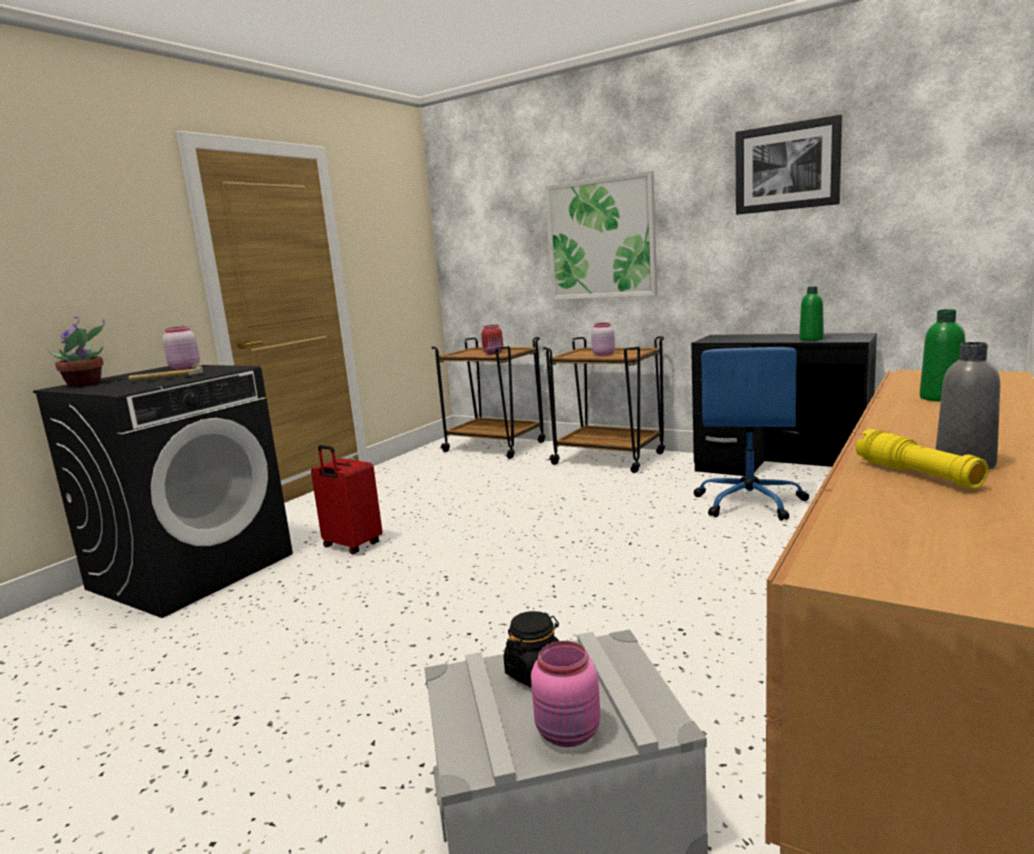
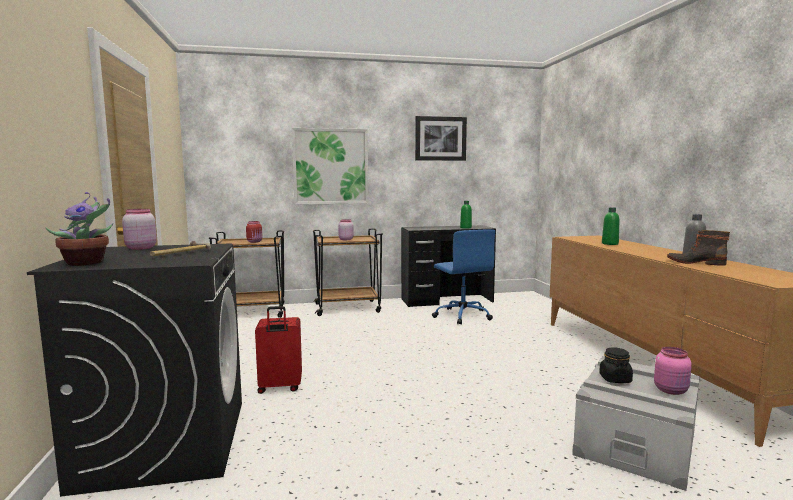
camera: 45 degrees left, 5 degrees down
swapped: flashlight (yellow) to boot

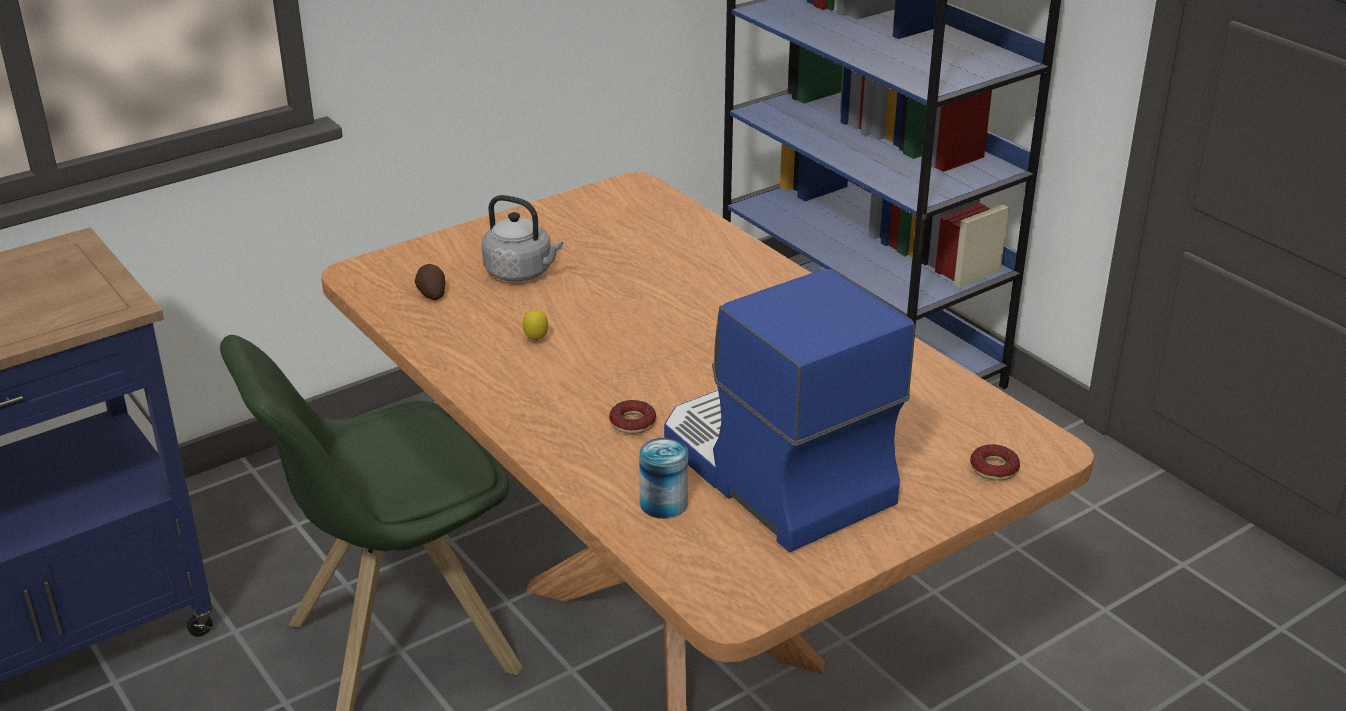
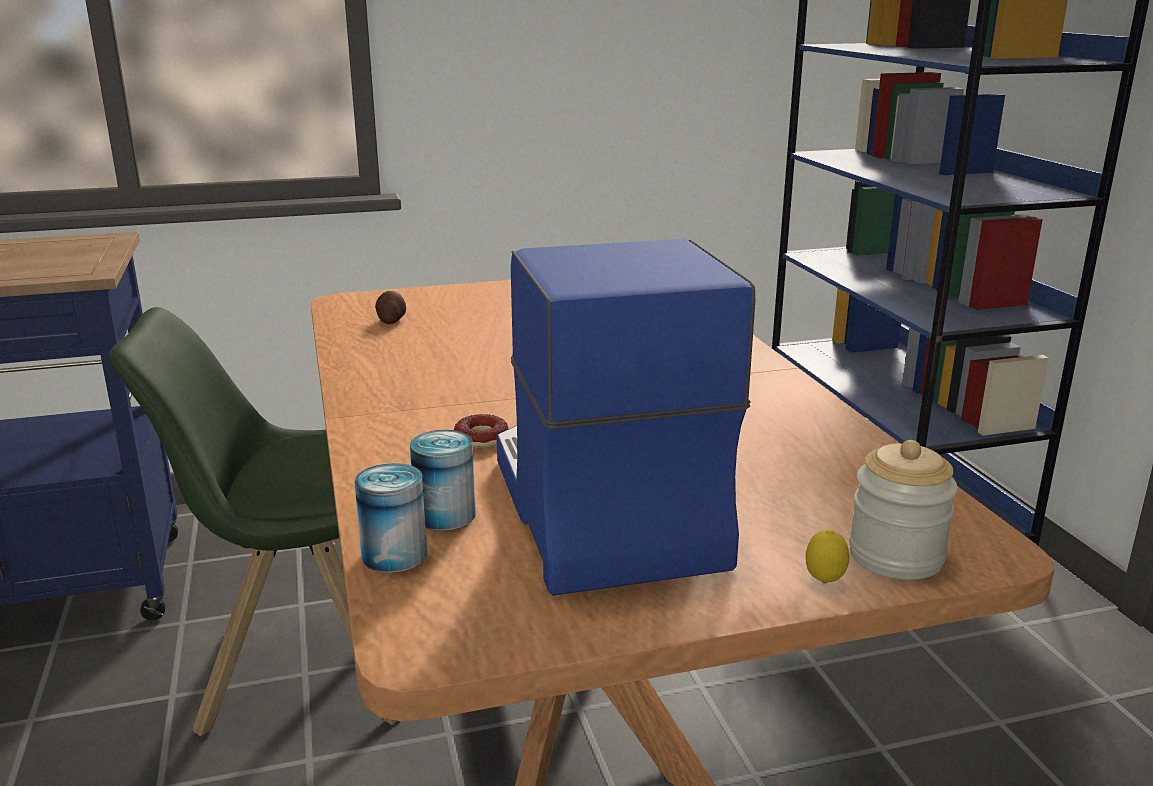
camera: 20 degrees right, 10 degrees down
gone: kettle (grey)
new: can (no. 1 from left)
shifted: lemon
swapped: donut (no. 2 from left) to jar

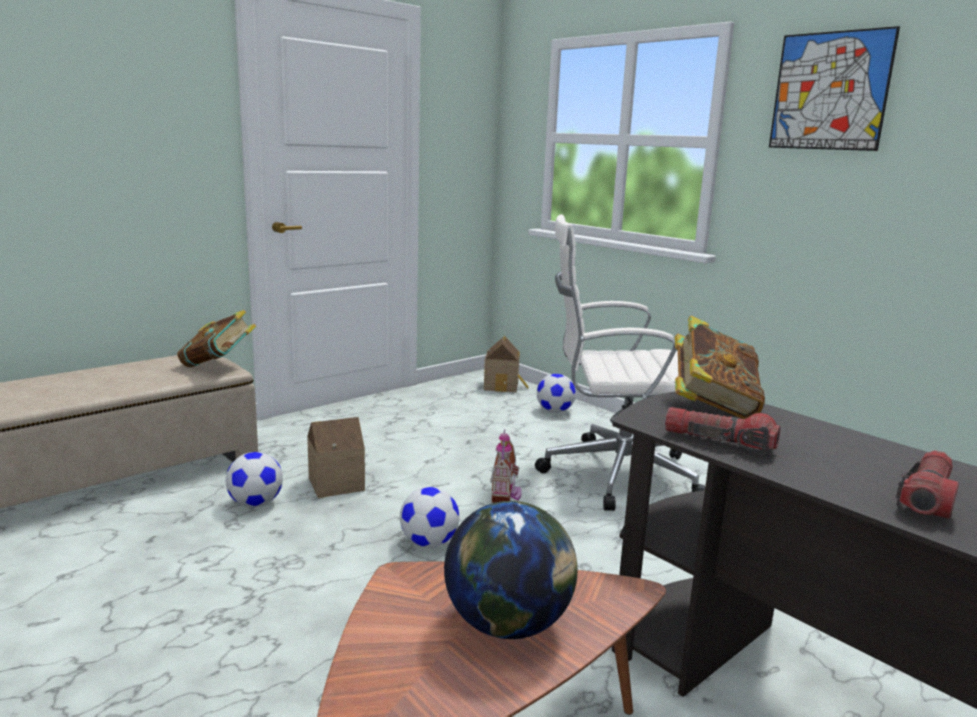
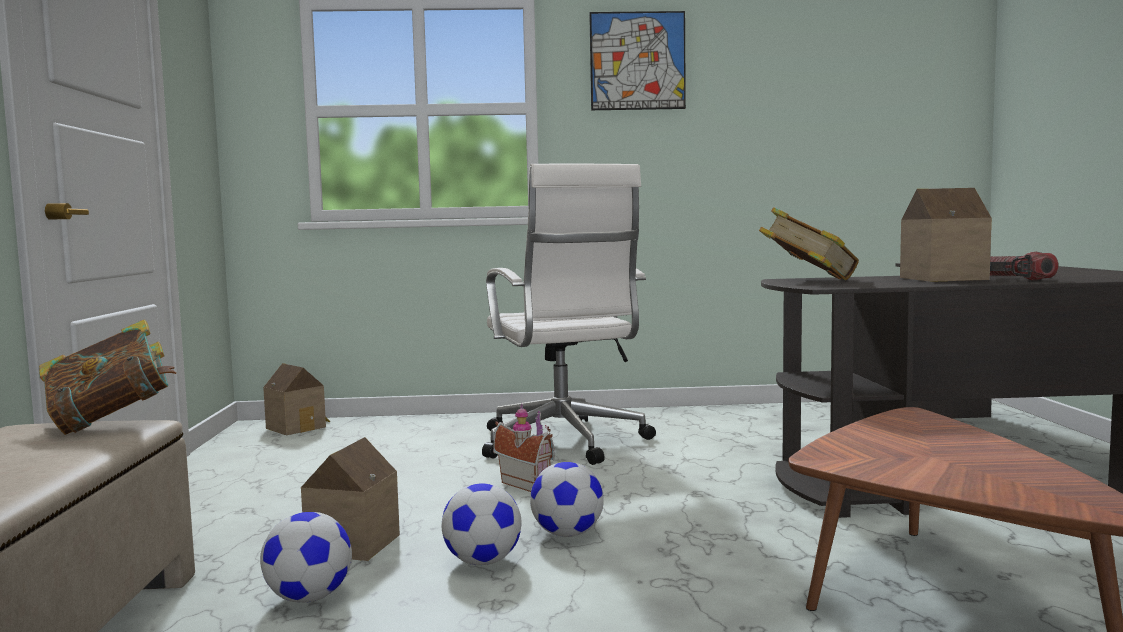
camera: 50 degrees left, 10 degrees down
gone: globe; flashlight (no. 1 from left)
new: toy house (no. 4 from left)
shifted: football (no. 3 from left in the first image) to football (no. 2 from left)
rotated: office chair (white) 60 degrees counterclockwise

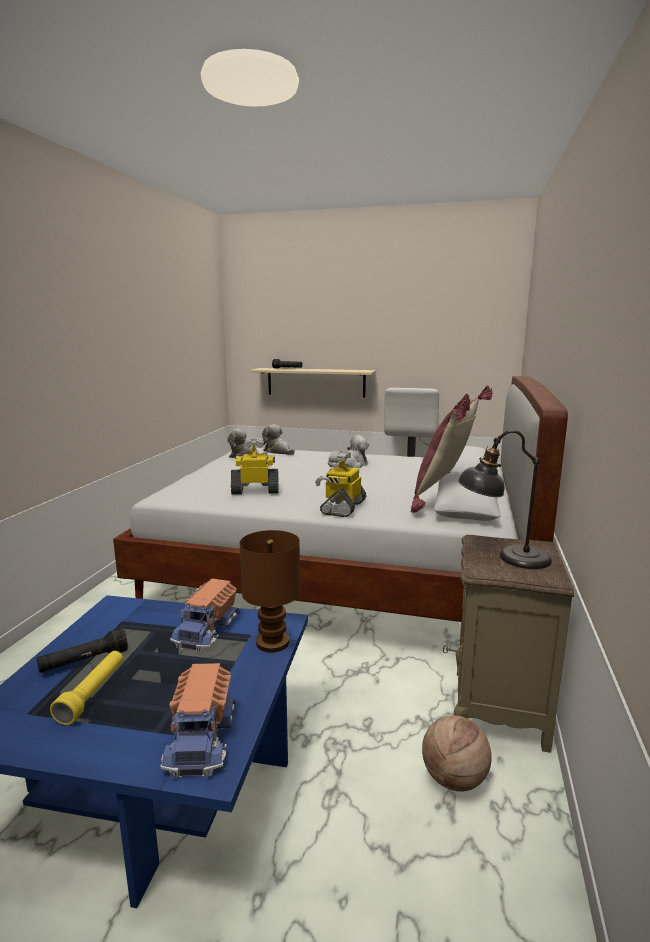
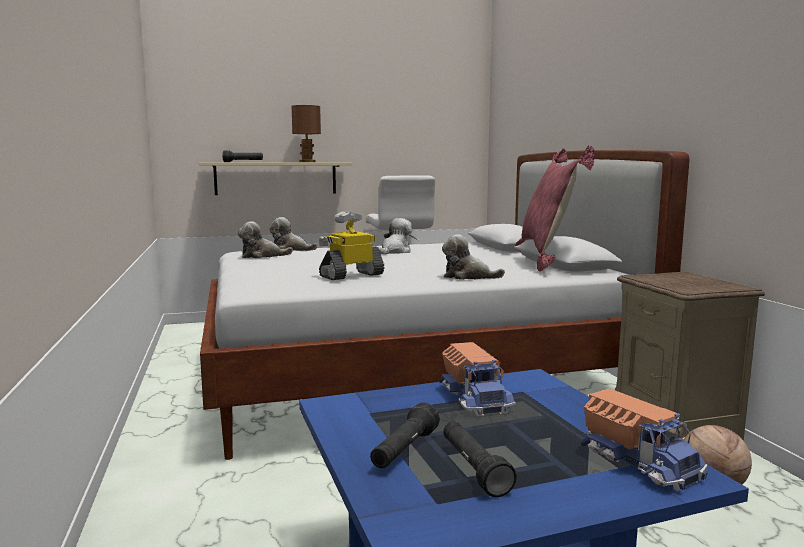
camera: 30 degrees left, 5 degrees down
gone: table lamp (grey)
shifted: table lamp (brown)
swapped: toy robot (no. 2 from left) to plush toy (no. 4 from left)
repainted: flashlight (yellow) to flashlight (black) (no. 3 from left)

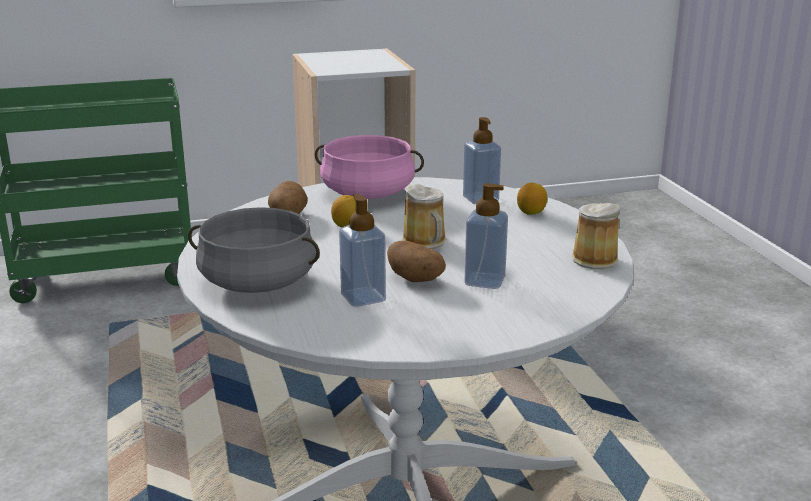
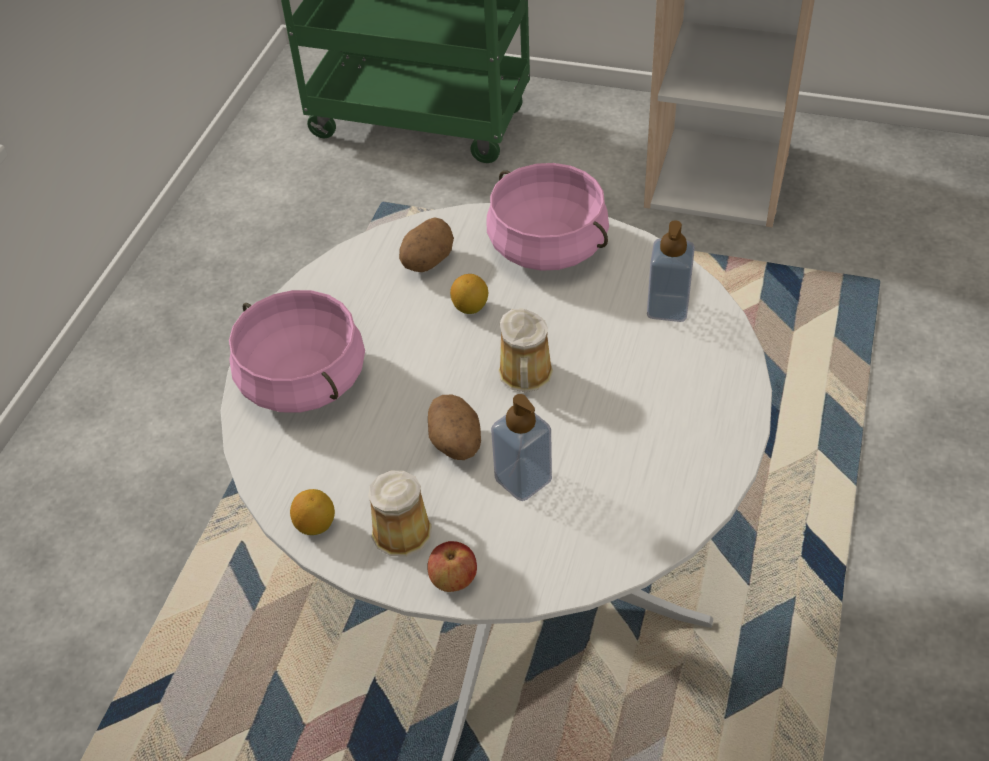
camera: 35 degrees right, 25 degrees up
gone: soap dispenser (no. 1 from left)
new: apple
shifted: lemon (no. 2 from left in the first image) to lemon (no. 1 from left); mug (no. 2 from left in the first image) to mug (no. 1 from left)
repainted: cooking pot (grey) to cooking pot (pink) (no. 1 from left)

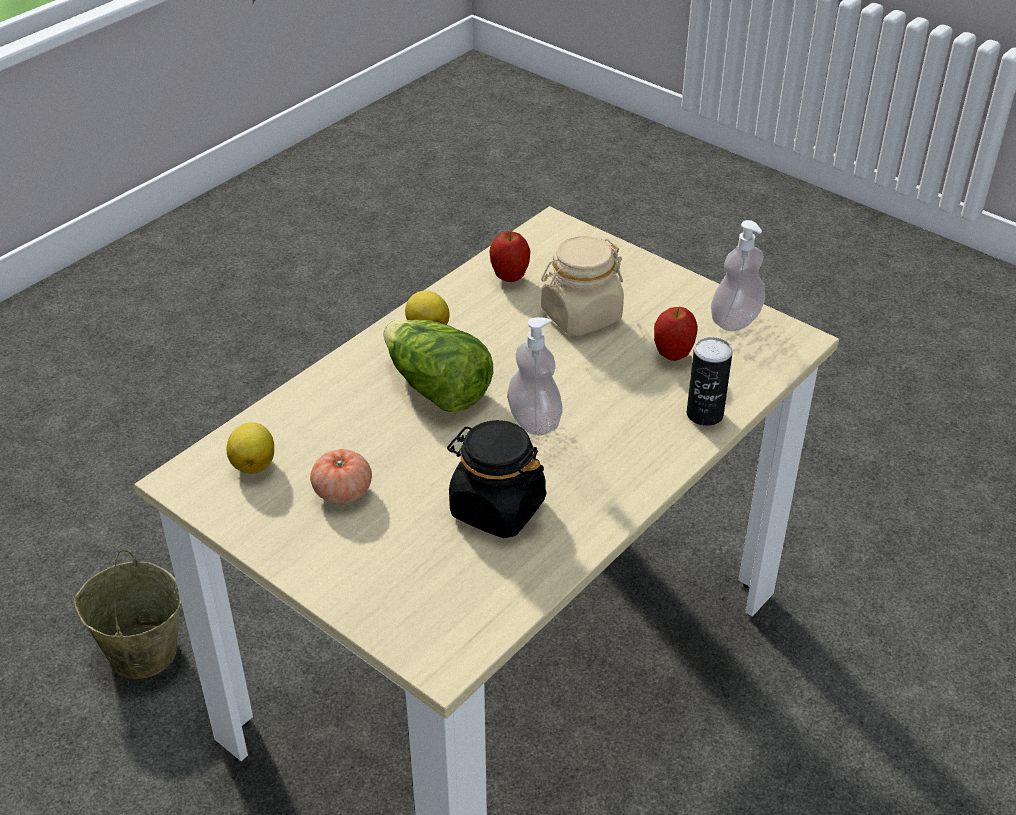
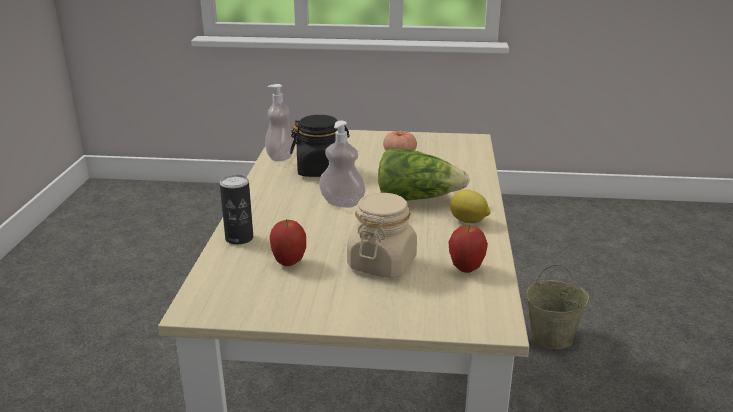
camera: 145 degrees right, 15 degrees down
gone: lemon (no. 1 from left)
shifted: soap dispenser (no. 2 from left in the first image) to soap dispenser (no. 1 from left)

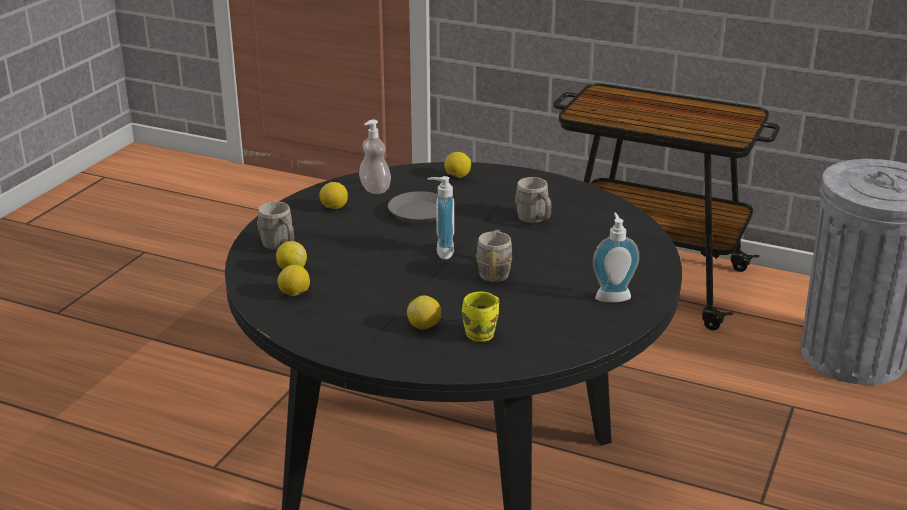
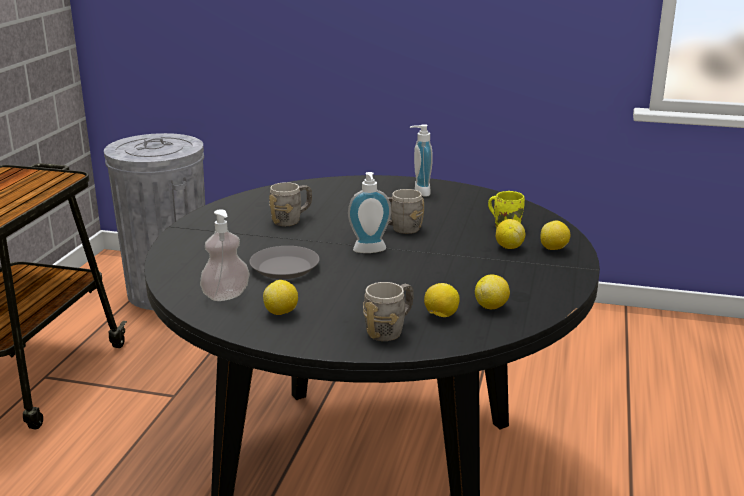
camera: 100 degrees left, 5 degrees down
shifted: lemon (no. 5 from left)

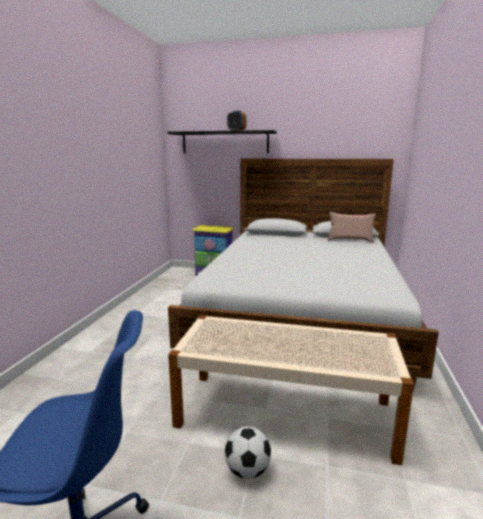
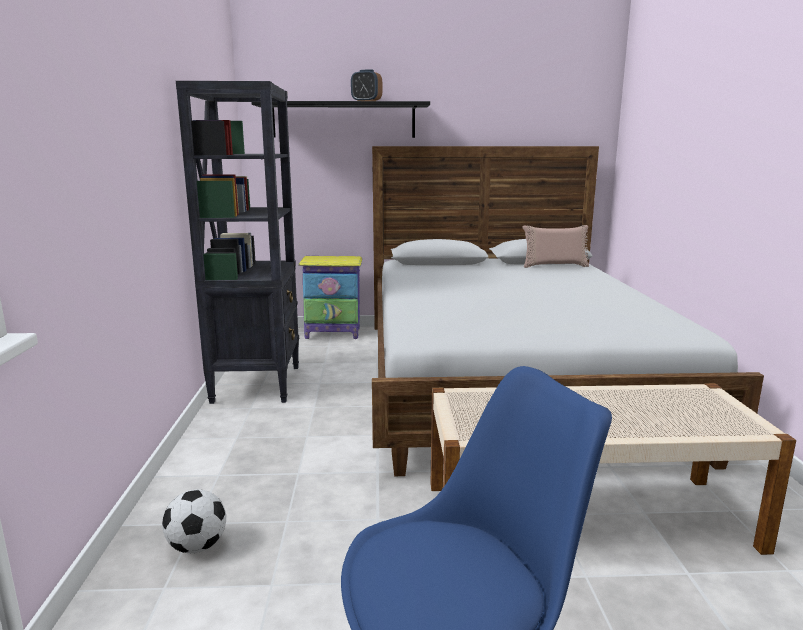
camera: 15 degrees left, 0 degrees up
new: bookcase (black)
shifted: football

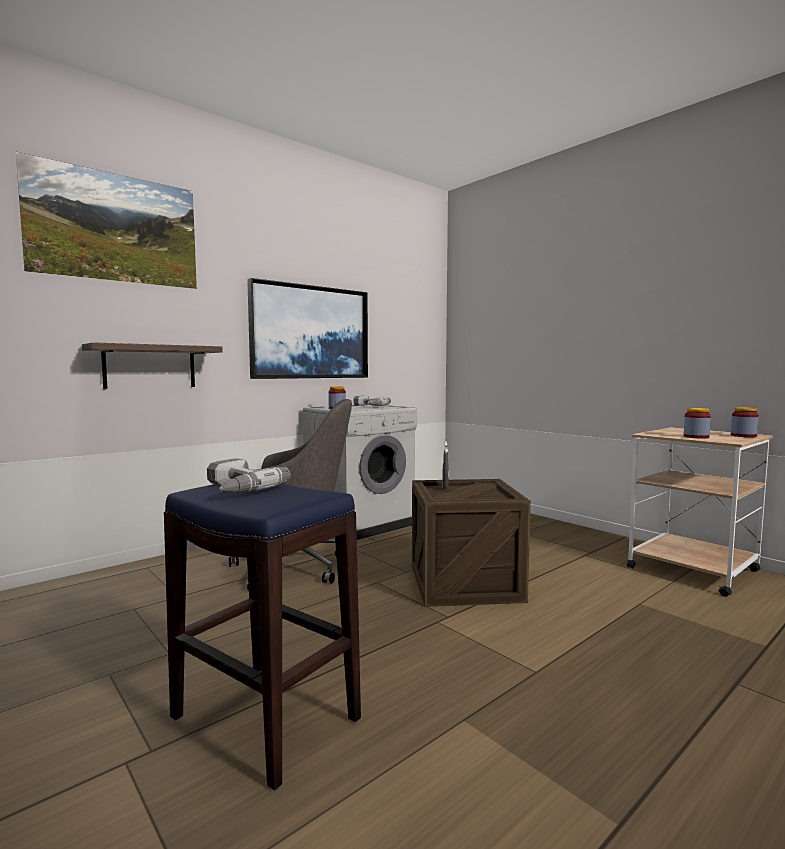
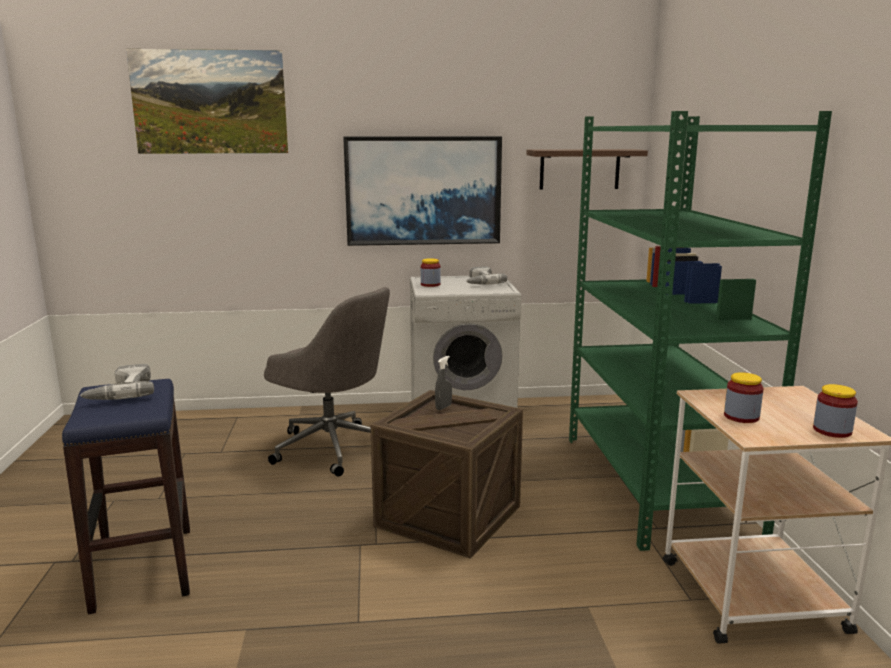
camera: 35 degrees right, 10 degrees up
new: bookcase (green)
shifted: shelf

